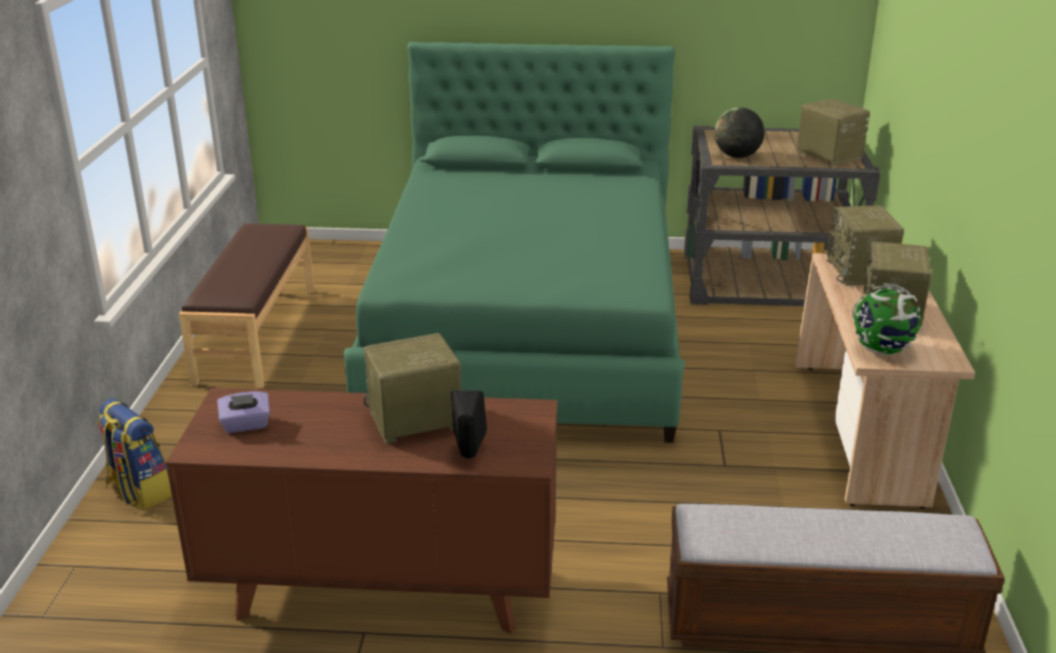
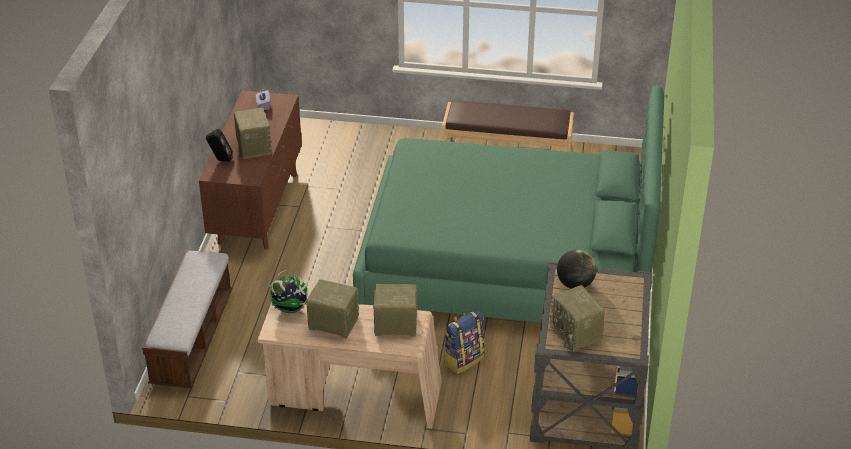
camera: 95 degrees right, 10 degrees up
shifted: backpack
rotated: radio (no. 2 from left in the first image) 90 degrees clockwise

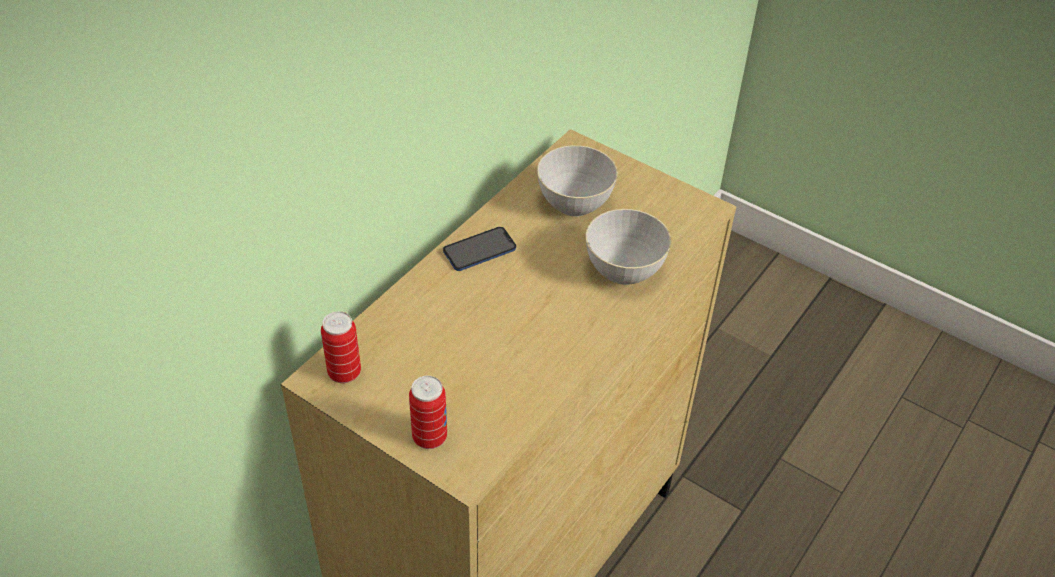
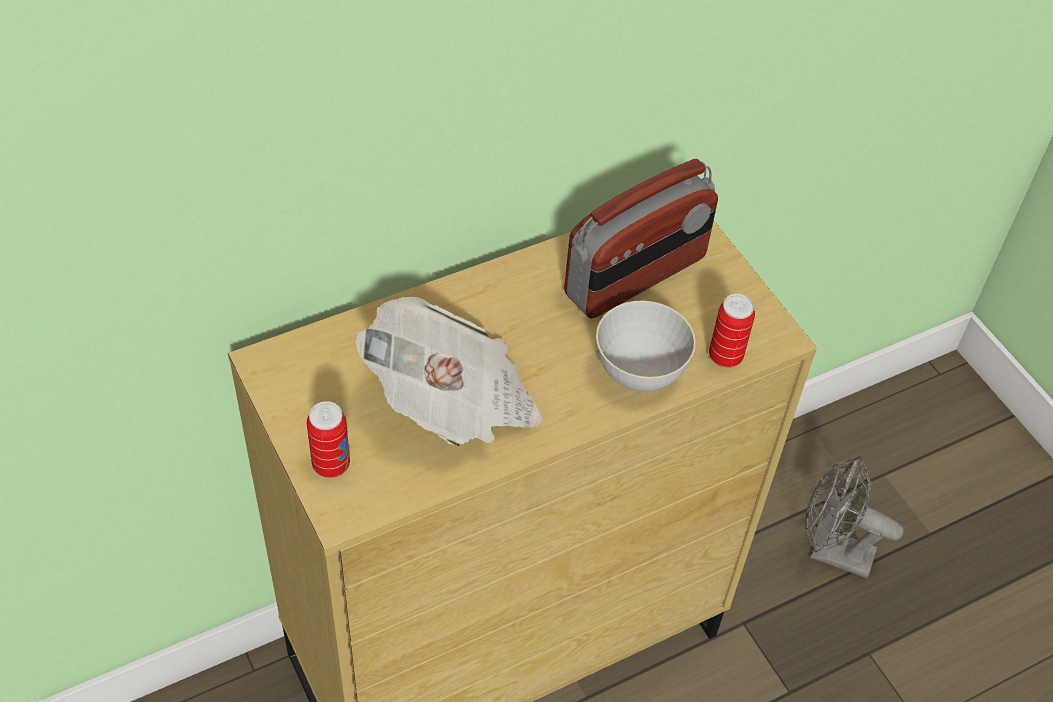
camera: 25 degrees right, 5 degrees up
gone: phone
new: newspaper; fan (grey)
shifted: can (no. 1 from left in the first image) to can (no. 2 from left)
swapped: bowl (grey) (no. 1 from left) to radio

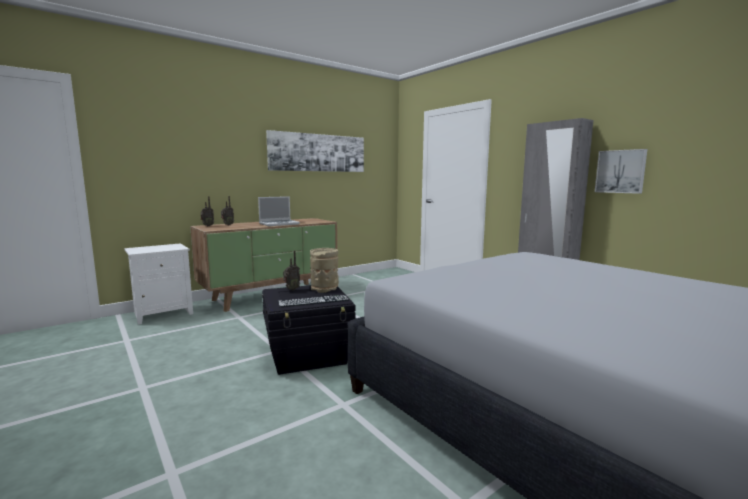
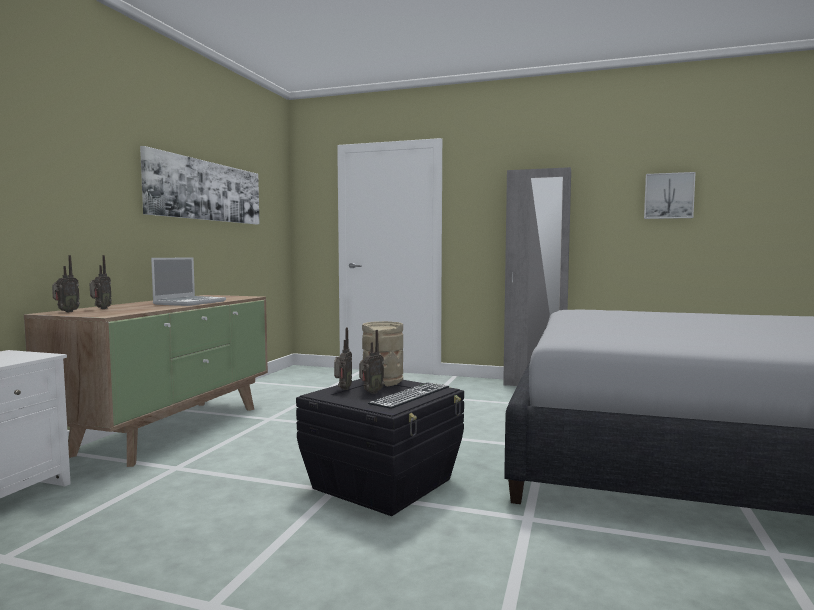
camera: 35 degrees left, 5 degrees down
new: radio (no. 4 from left)
shifted: picture (no. 2 from left)

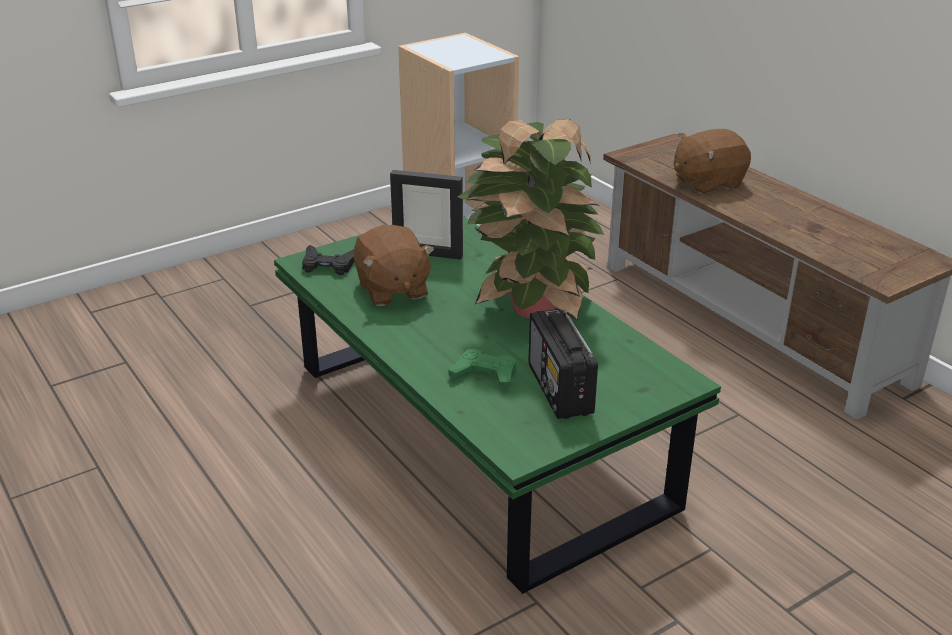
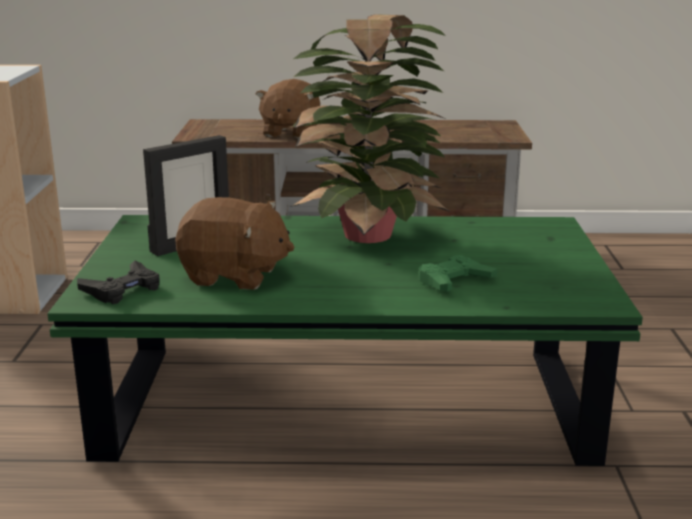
camera: 55 degrees left, 10 degrees down
gone: radio

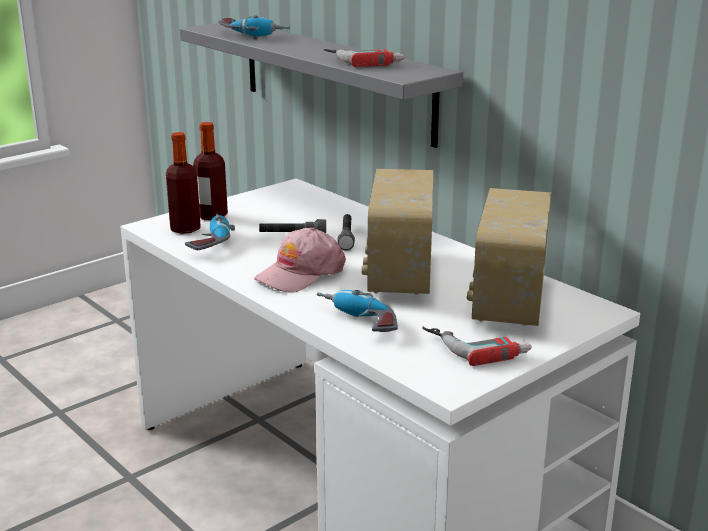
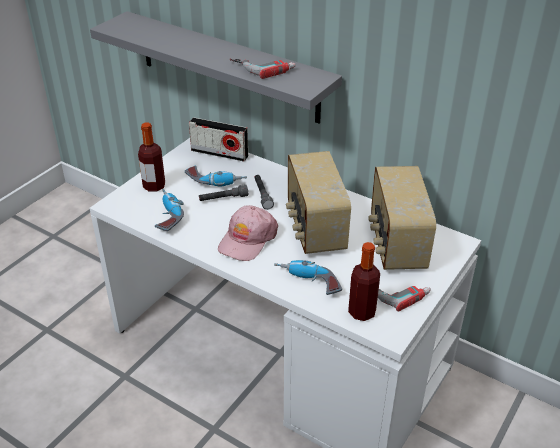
camera: 15 degrees left, 15 degrees up
new: radio (no. 1 from left)
shifted: bottle (no. 1 from left in the first image) to bottle (no. 2 from left); power drill (no. 2 from left)

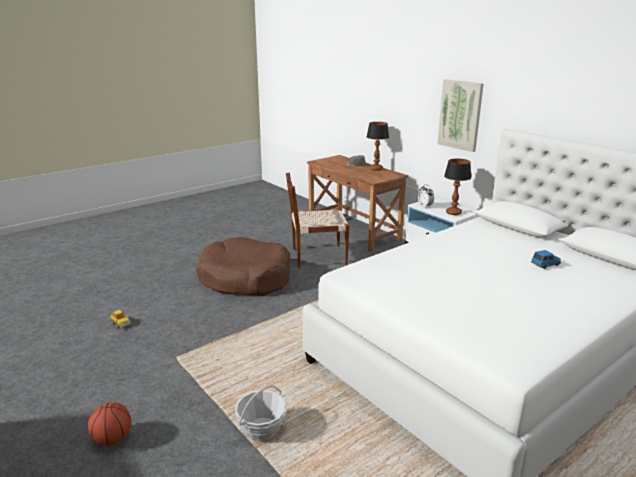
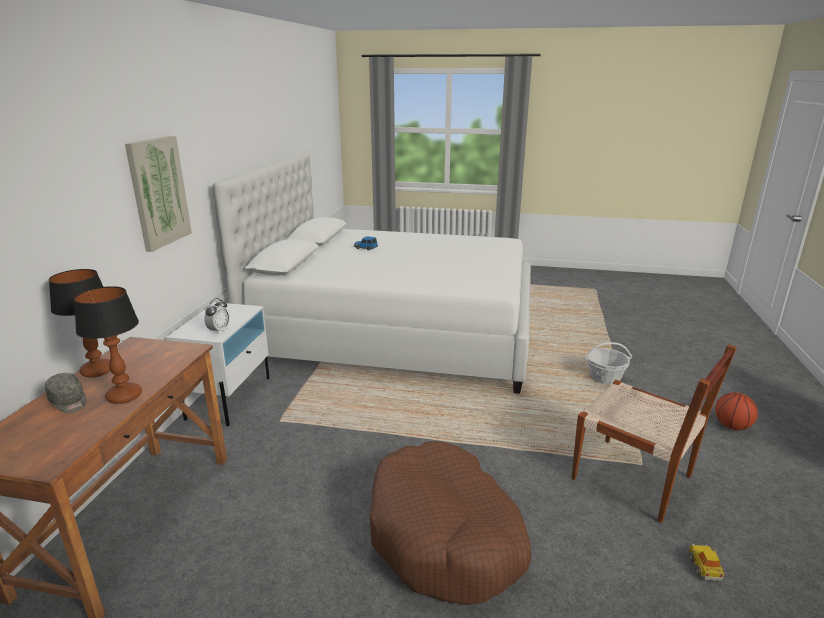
camera: 130 degrees left, 0 degrees up
shifted: chair; table lamp (no. 2 from left)

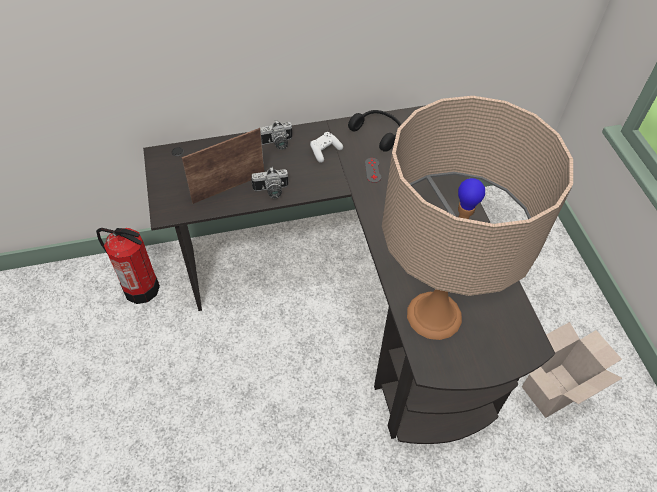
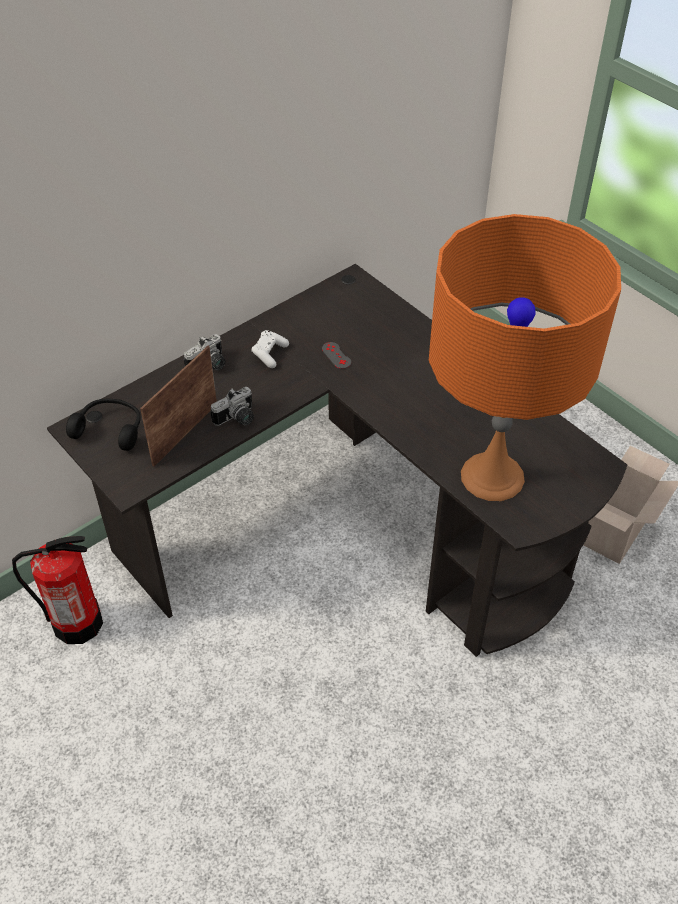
camera: 25 degrees left, 5 degrees down
shifted: headphones (black)
repainted: table lamp (beige) to table lamp (orange)

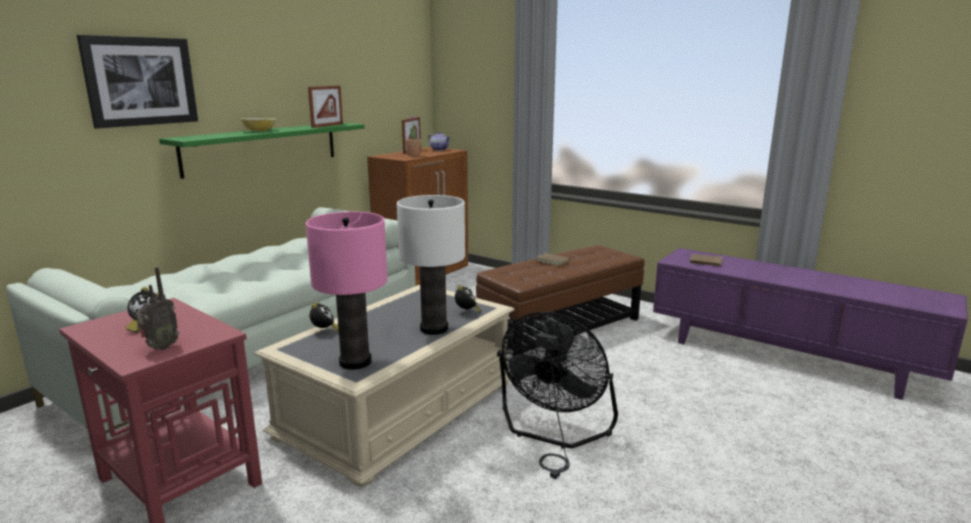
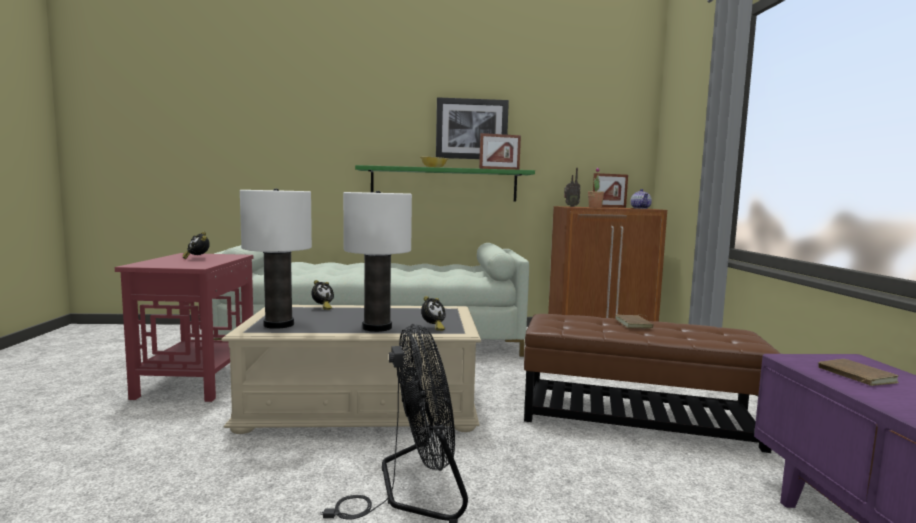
camera: 50 degrees right, 10 degrees down
shifted: picture; radio
repainted: table lamp (pink) to table lamp (white) (no. 1 from left)

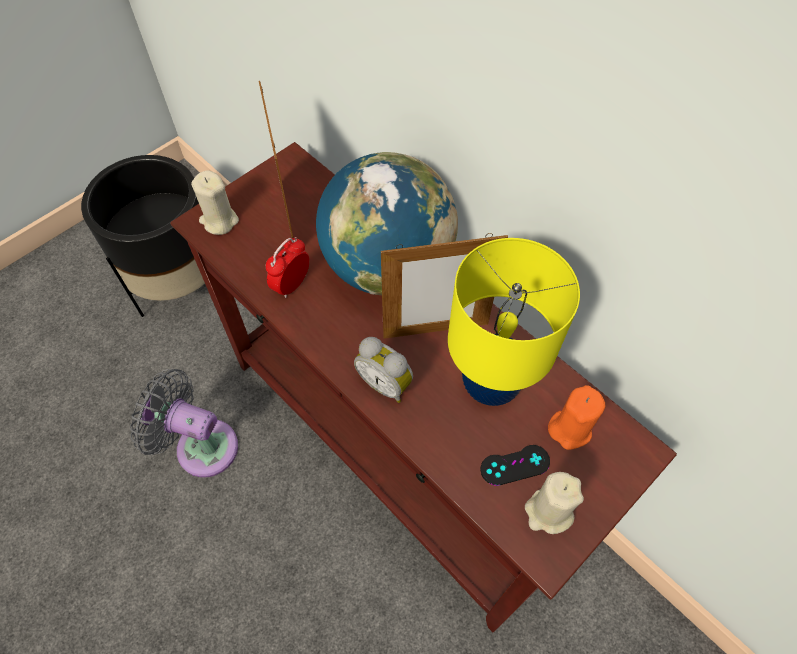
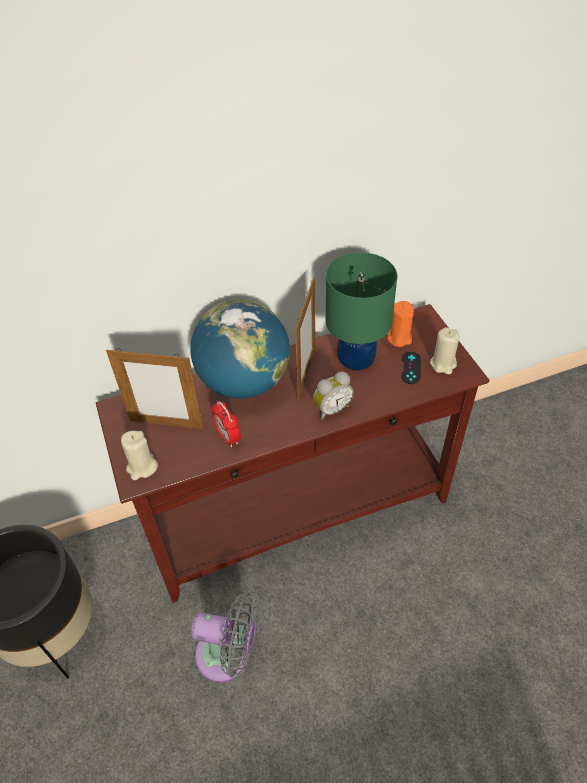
camera: 65 degrees left, 10 degrees down
repainted: table lamp (yellow) to table lamp (green)
rotated: fan (grey) 120 degrees counterclockwise

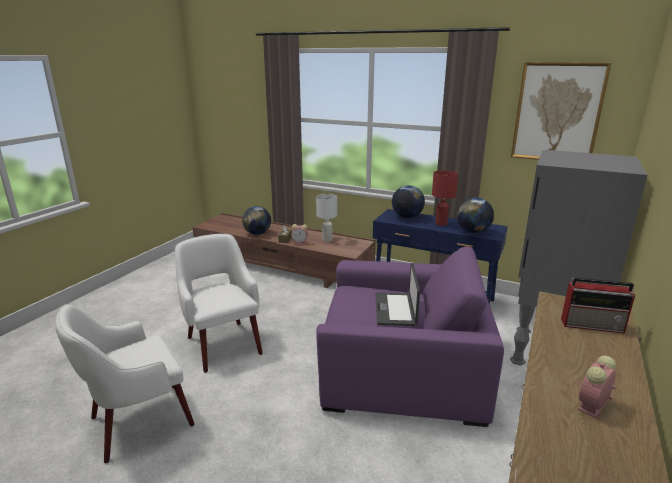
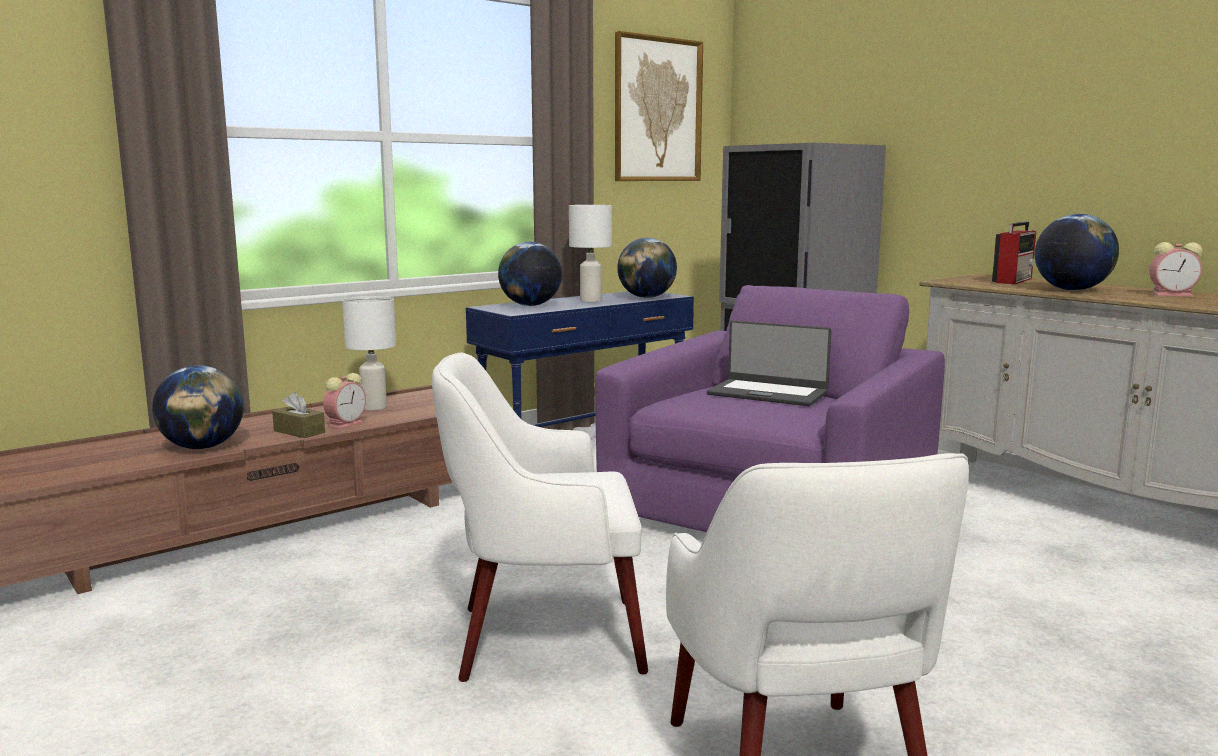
camera: 65 degrees left, 10 degrees down
new: globe (no. 4 from left)
repainted: table lamp (red) to table lamp (white) (no. 2 from left)
rotated: alarm clock (no. 2 from left) 60 degrees counterclockwise

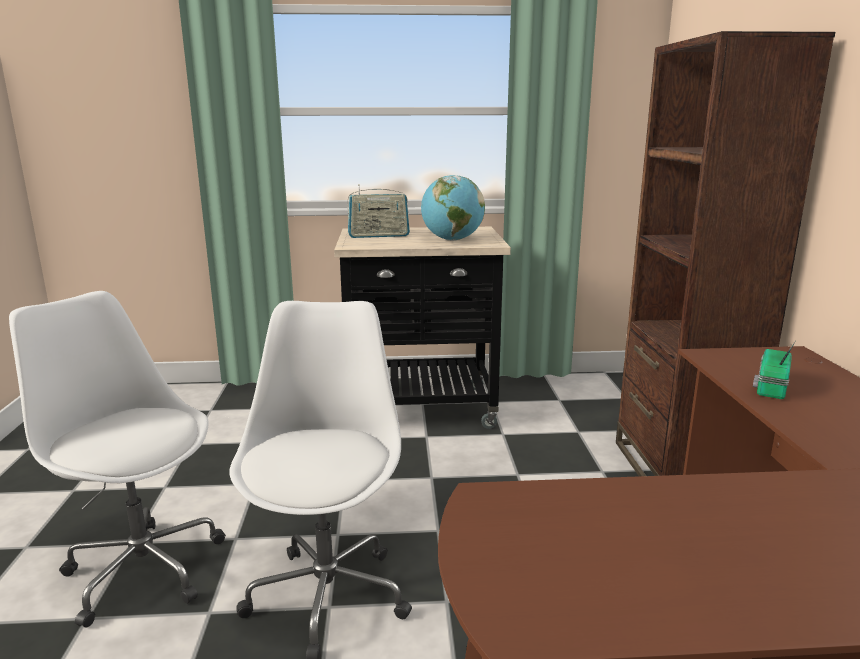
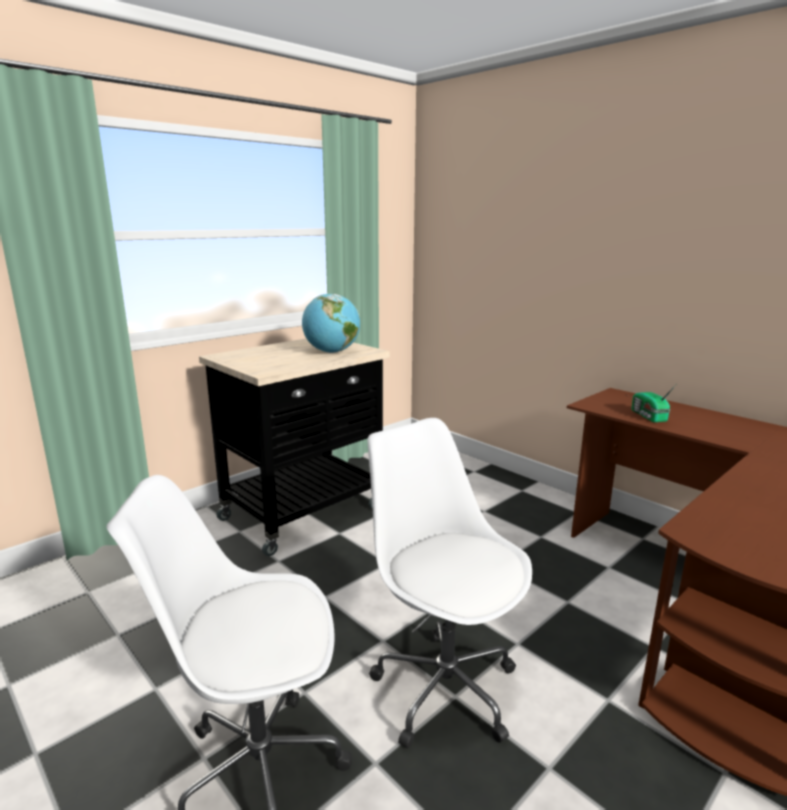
camera: 40 degrees left, 0 degrees up
gone: radio (no. 1 from left); bookcase (brown)

